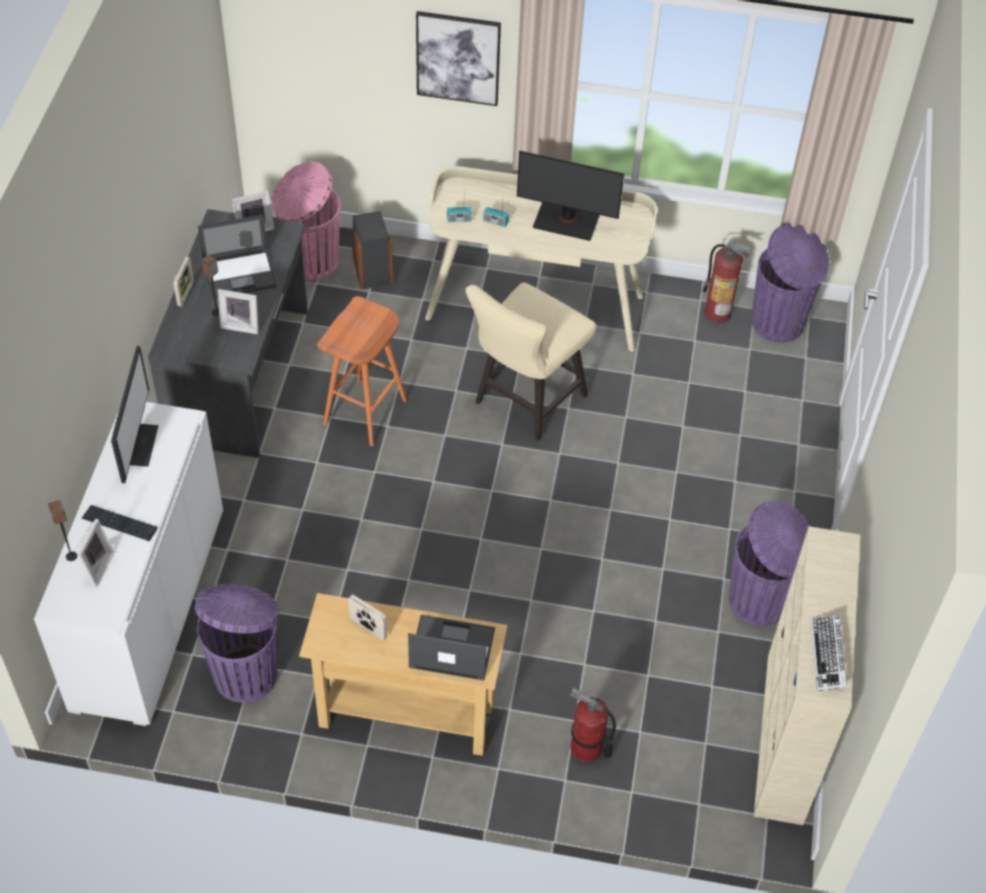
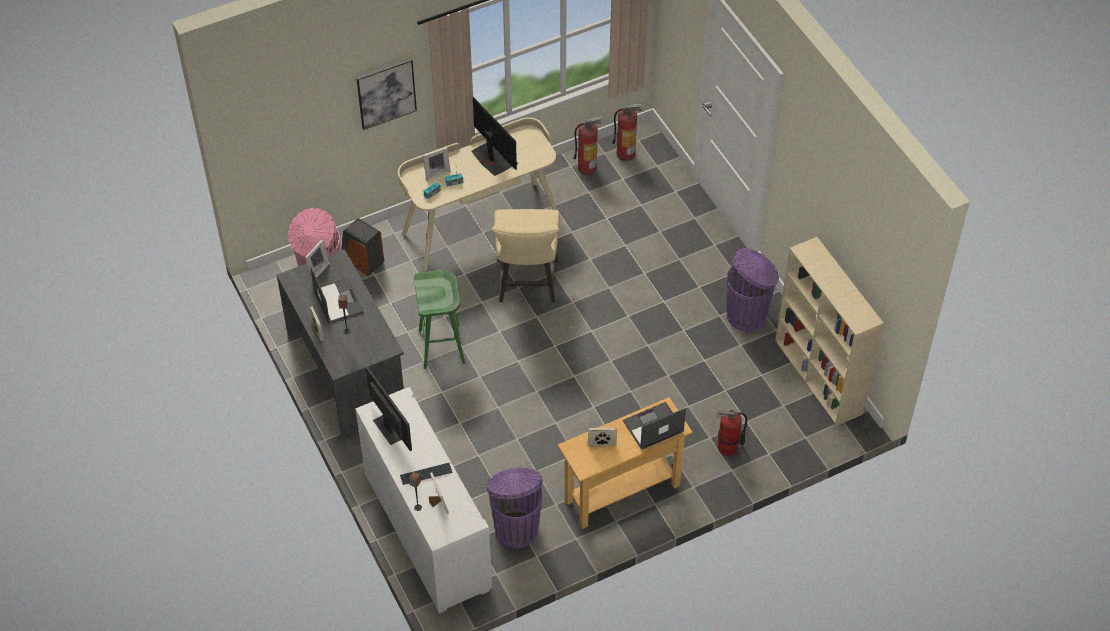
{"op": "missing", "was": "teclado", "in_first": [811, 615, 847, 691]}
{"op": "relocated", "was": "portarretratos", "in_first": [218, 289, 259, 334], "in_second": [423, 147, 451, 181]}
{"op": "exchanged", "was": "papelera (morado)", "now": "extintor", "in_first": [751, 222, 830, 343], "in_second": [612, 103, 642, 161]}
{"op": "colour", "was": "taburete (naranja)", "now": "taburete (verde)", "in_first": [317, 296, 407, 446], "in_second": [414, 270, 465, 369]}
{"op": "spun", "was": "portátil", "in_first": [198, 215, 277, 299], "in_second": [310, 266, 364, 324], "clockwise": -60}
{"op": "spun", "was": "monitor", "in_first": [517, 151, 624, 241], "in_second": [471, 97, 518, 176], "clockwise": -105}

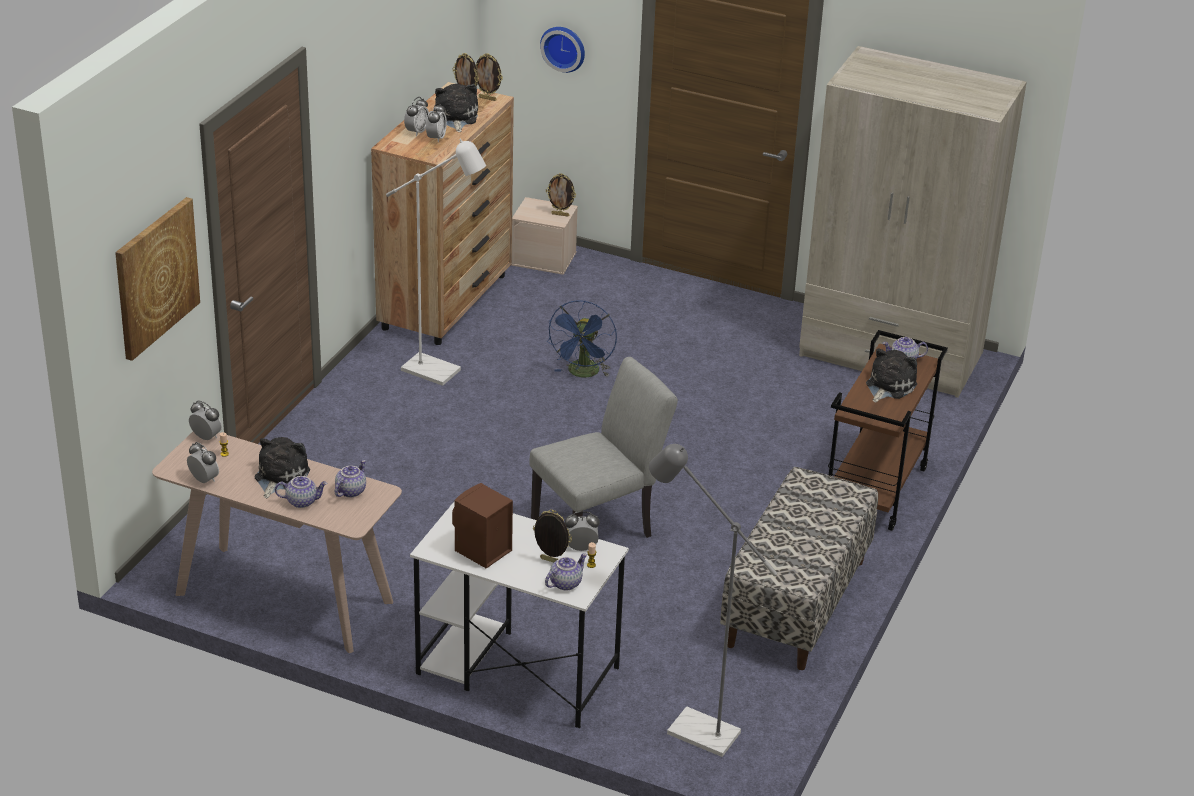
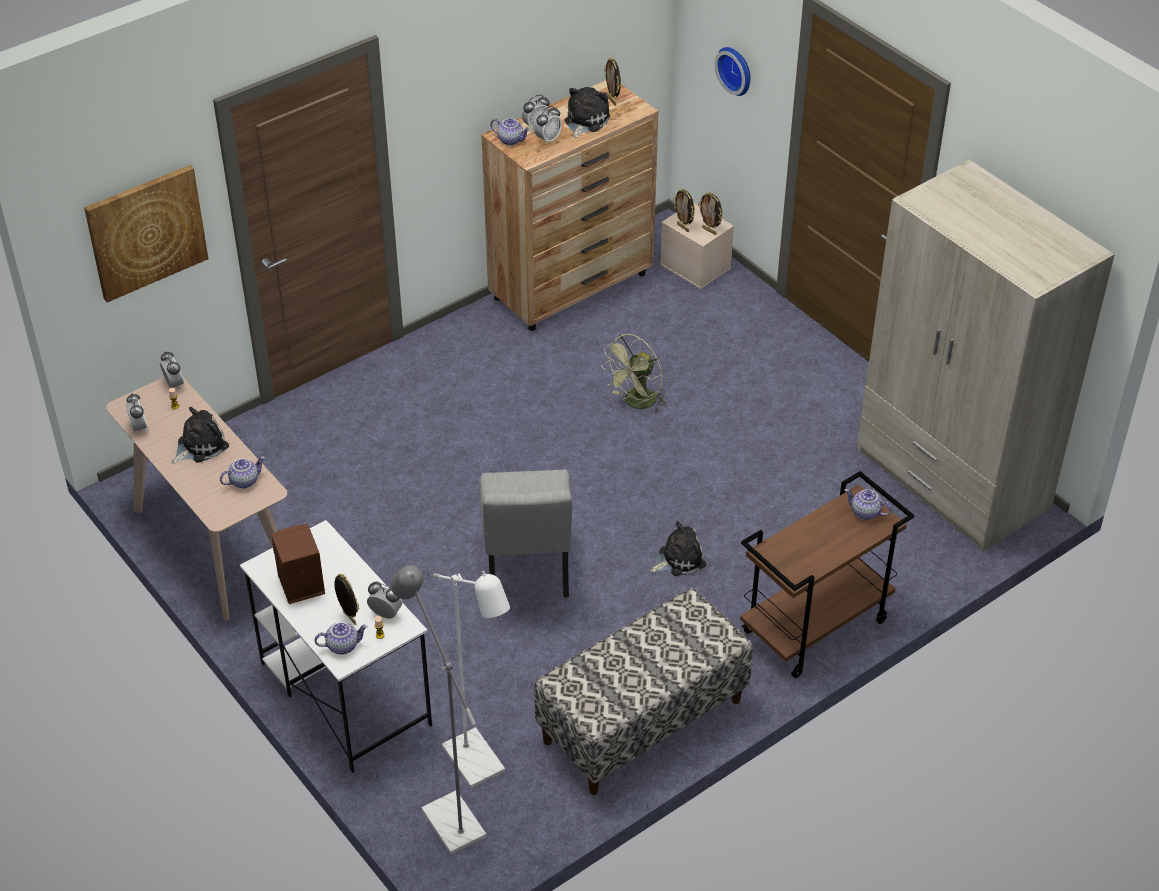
{"op": "relocated", "was": "tetera", "in_first": [275, 476, 328, 508], "in_second": [490, 118, 530, 145]}
{"op": "relocated", "was": "lámpara de pie (blanco)", "in_first": [386, 138, 486, 386], "in_second": [433, 571, 510, 788]}
{"op": "relocated", "was": "portarretratos", "in_first": [476, 53, 503, 101], "in_second": [673, 189, 695, 232]}
{"op": "relocated", "was": "peluche", "in_first": [866, 348, 917, 403], "in_second": [650, 521, 706, 576]}
{"op": "colour", "was": "ventilador (azul)", "now": "ventilador (verde)", "in_first": [547, 300, 617, 378], "in_second": [601, 334, 666, 413]}
{"op": "spun", "was": "silla (gris)", "in_first": [530, 357, 678, 538], "in_second": [479, 470, 572, 598], "clockwise": 90}

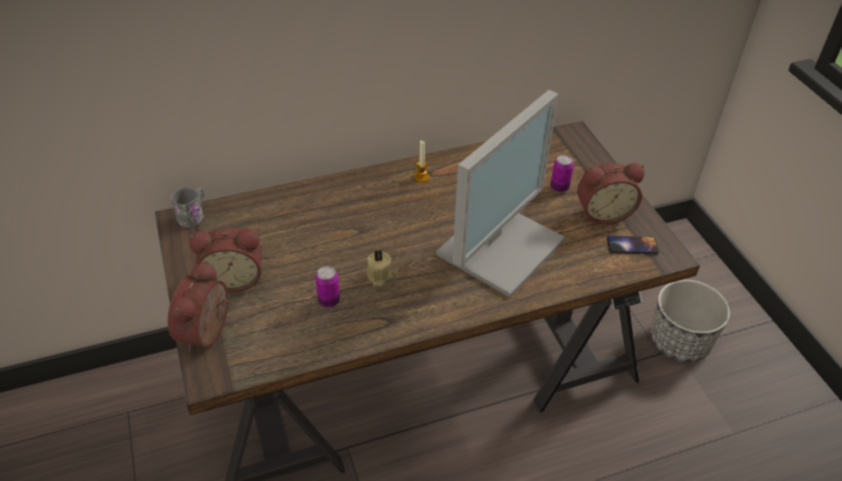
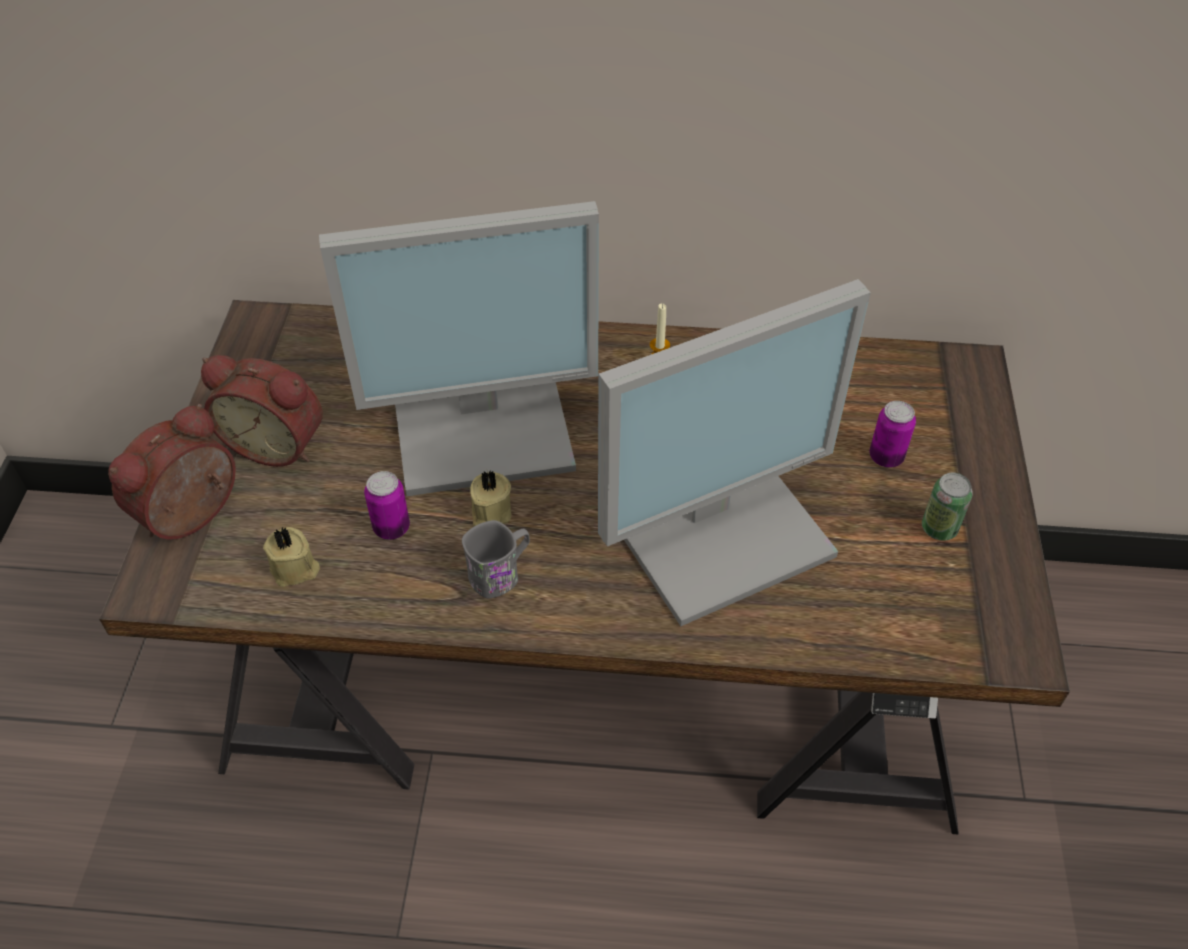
{"op": "missing", "was": "móvil", "in_first": [607, 236, 659, 254]}
{"op": "missing", "was": "maceta", "in_first": [650, 280, 730, 362]}
{"op": "appeared", "now": "vela (beis)", "in_second": [263, 527, 320, 587]}
{"op": "appeared", "now": "monitor", "in_second": [319, 201, 599, 496]}
{"op": "relocated", "was": "taza grande (gris)", "in_first": [170, 186, 204, 228], "in_second": [462, 520, 530, 598]}
{"op": "exchanged", "was": "despertador", "now": "lata", "in_first": [577, 163, 645, 224], "in_second": [922, 473, 973, 541]}

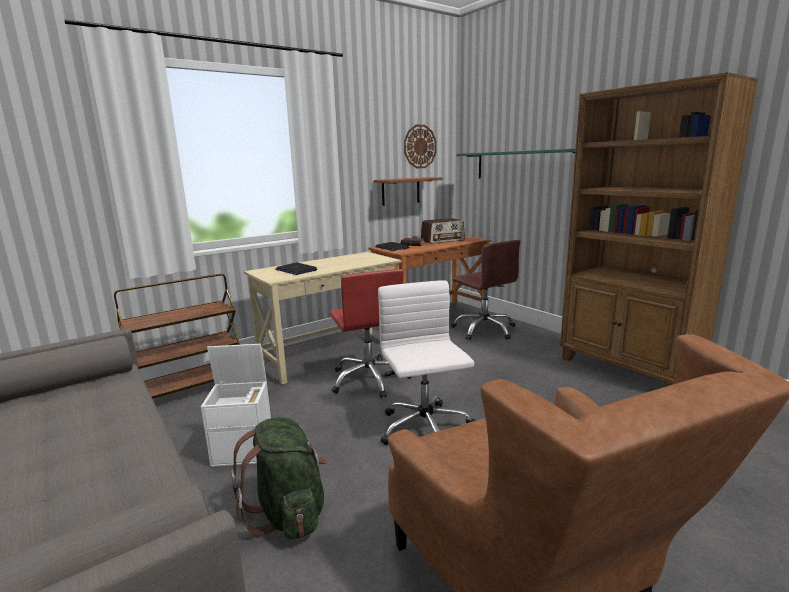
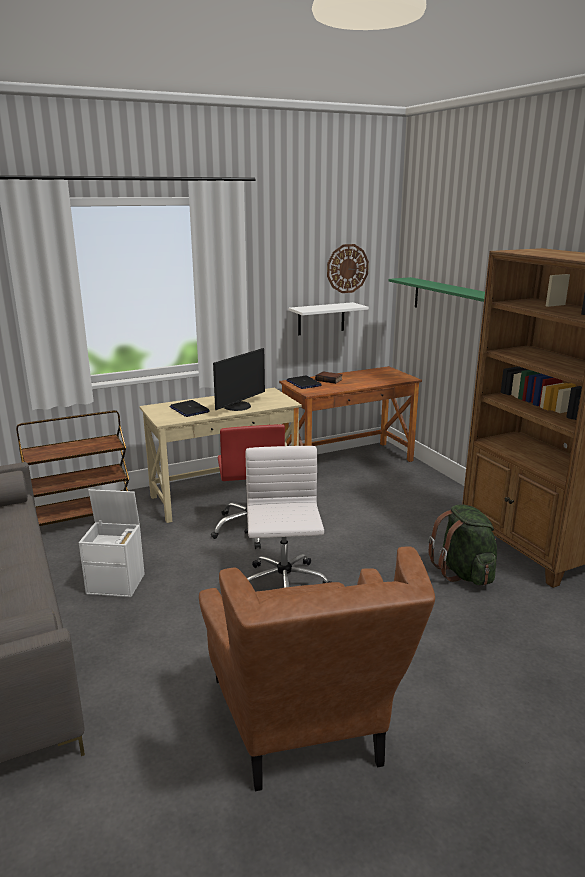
{"op": "missing", "was": "radio", "in_first": [421, 218, 465, 244]}
{"op": "missing", "was": "silla de oficina (marrón)", "in_first": [451, 240, 521, 340]}
{"op": "appeared", "now": "monitor", "in_second": [213, 348, 265, 411]}
{"op": "relocated", "was": "mochila (verde)", "in_first": [231, 417, 327, 540], "in_second": [429, 505, 497, 585]}
{"op": "colour", "was": "estante (marrón)", "now": "estante (blanco)", "in_first": [374, 177, 443, 206], "in_second": [289, 302, 369, 335]}

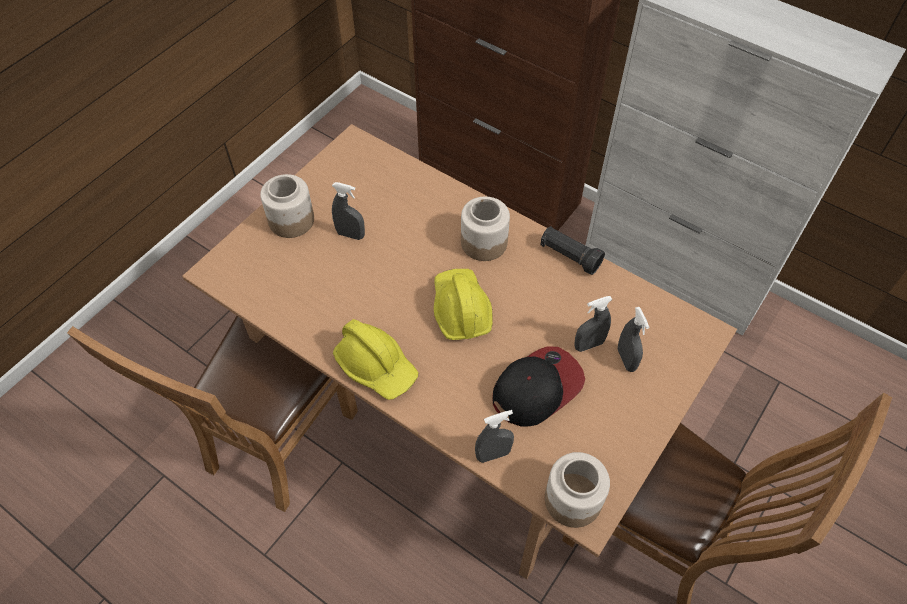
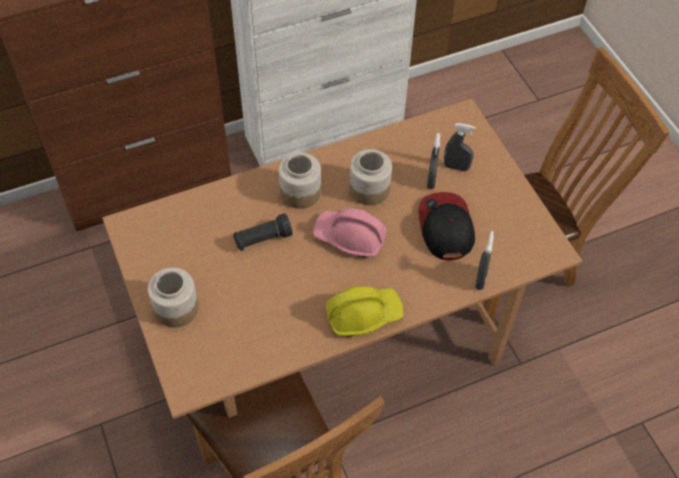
{"op": "missing", "was": "pulverizador (gris)", "in_first": [332, 182, 365, 240]}
{"op": "relocated", "was": "linterna (negro)", "in_first": [541, 226, 605, 275], "in_second": [233, 213, 293, 251]}
{"op": "relocated", "was": "tarro", "in_first": [545, 452, 610, 528], "in_second": [349, 149, 392, 205]}
{"op": "colour", "was": "casco (amarillo)", "now": "casco (rosa)", "in_first": [434, 269, 493, 340], "in_second": [313, 208, 387, 258]}

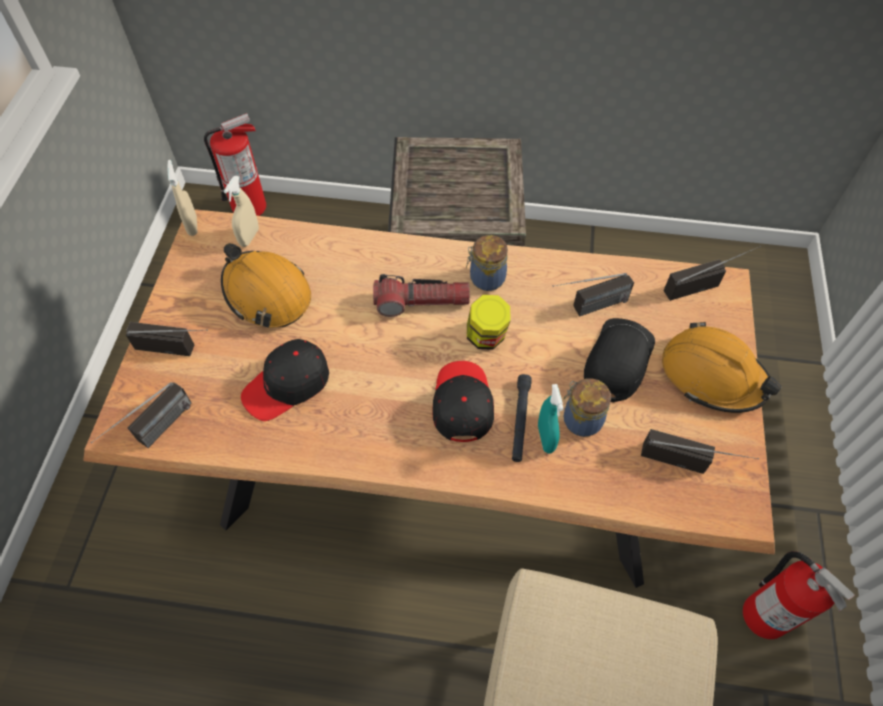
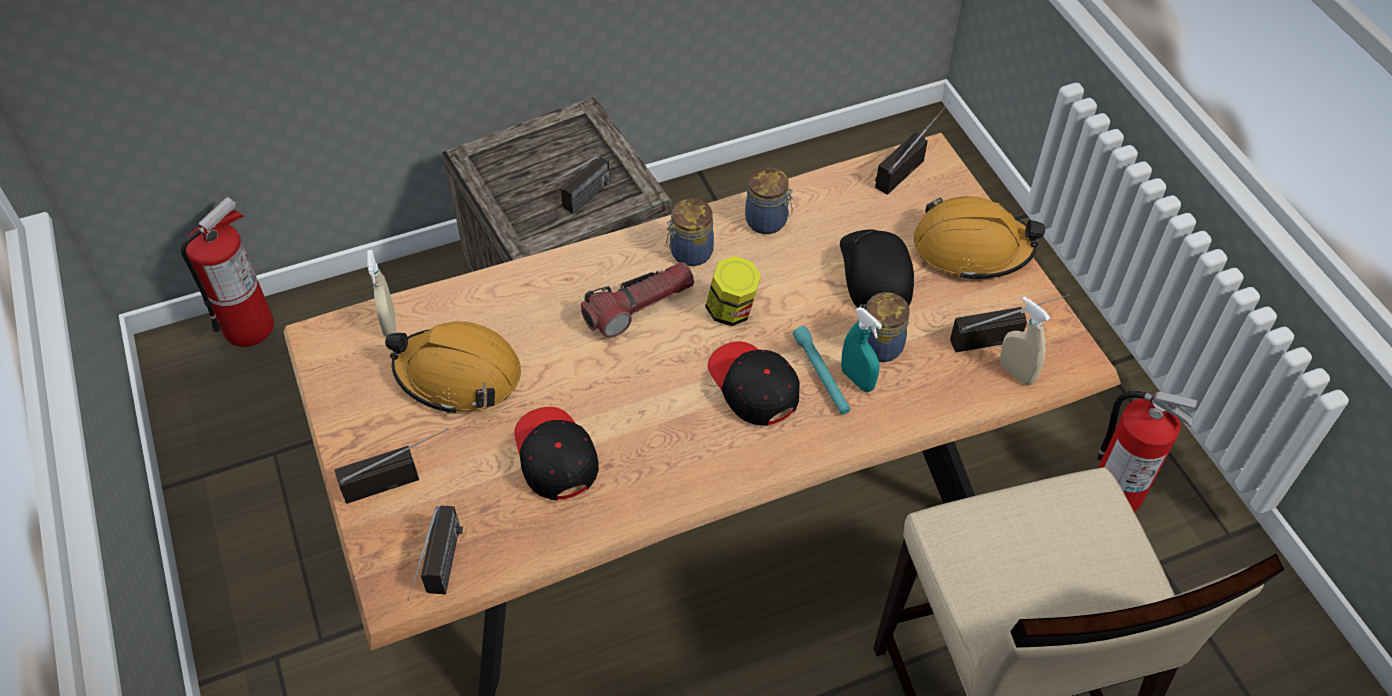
{"op": "appeared", "now": "tarro", "in_second": [745, 167, 793, 234]}
{"op": "relocated", "was": "pulverizador (beis)", "in_first": [167, 160, 198, 236], "in_second": [1000, 296, 1050, 385]}
{"op": "relocated", "was": "radio", "in_first": [553, 273, 634, 316], "in_second": [537, 156, 610, 214]}
{"op": "colour", "was": "linterna (negro)", "now": "linterna (turquesa)", "in_first": [512, 374, 532, 462], "in_second": [793, 326, 850, 415]}
{"op": "spun", "was": "gorra (negro)", "in_first": [241, 339, 329, 421], "in_second": [514, 407, 599, 500], "clockwise": 135}

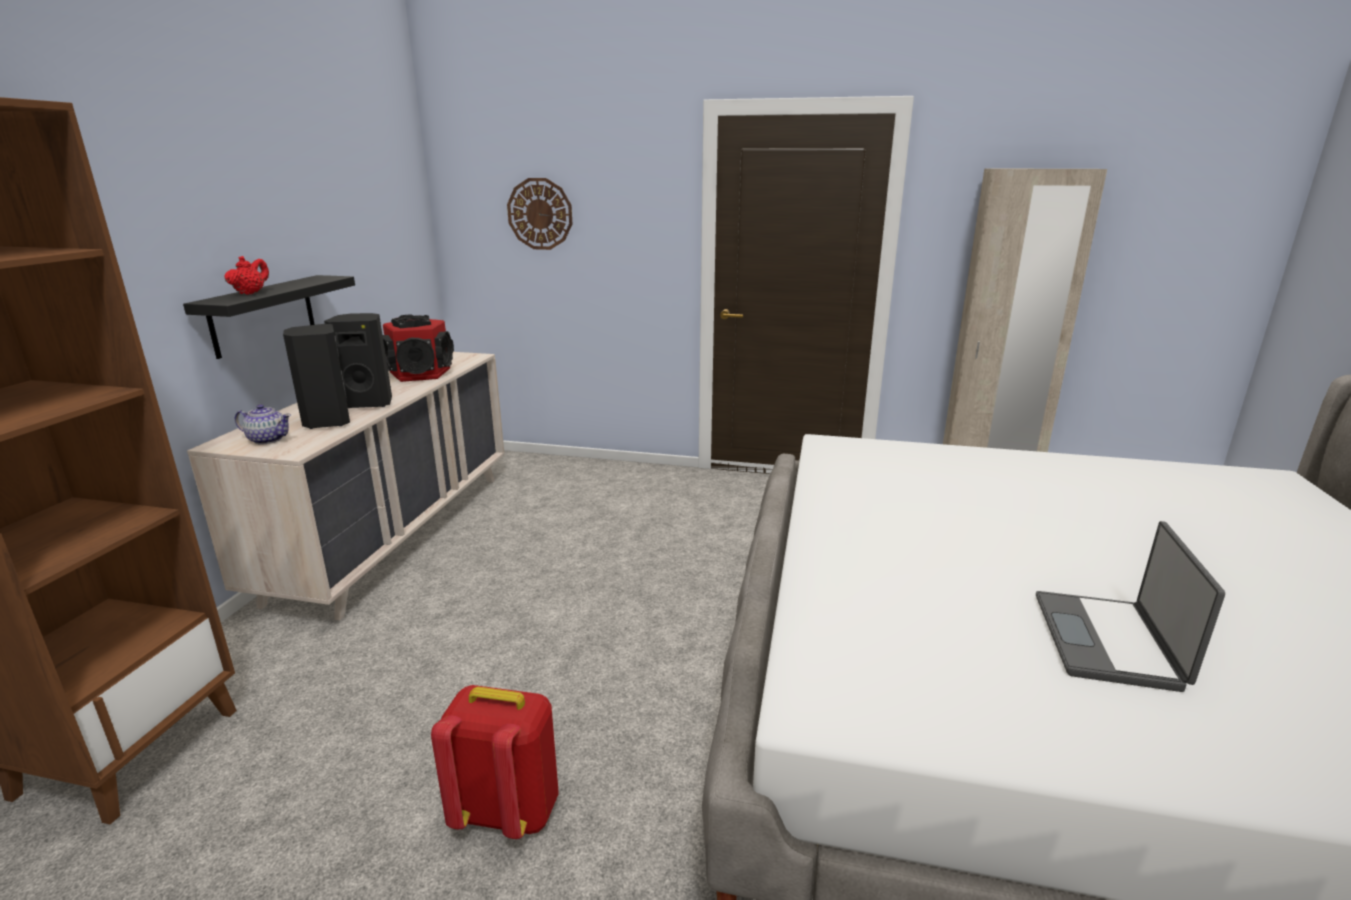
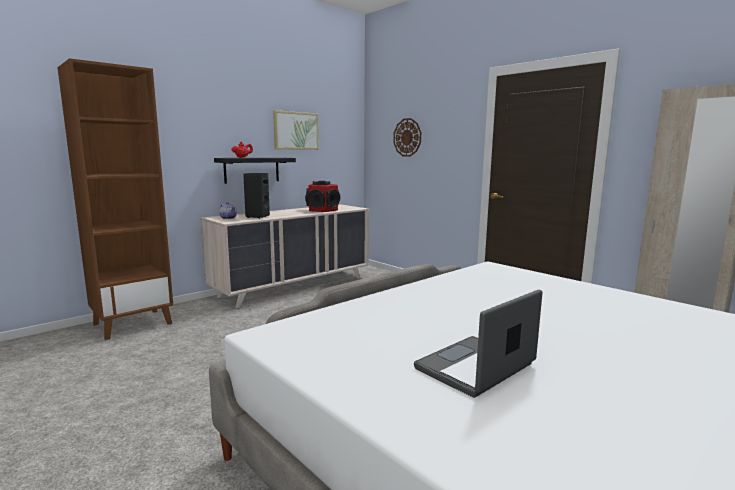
{"op": "missing", "was": "altavoz (negro)", "in_first": [324, 313, 392, 408]}
{"op": "missing", "was": "mochila (rojo)", "in_first": [431, 685, 559, 839]}
{"op": "appeared", "now": "cuadro", "in_second": [273, 110, 319, 150]}

